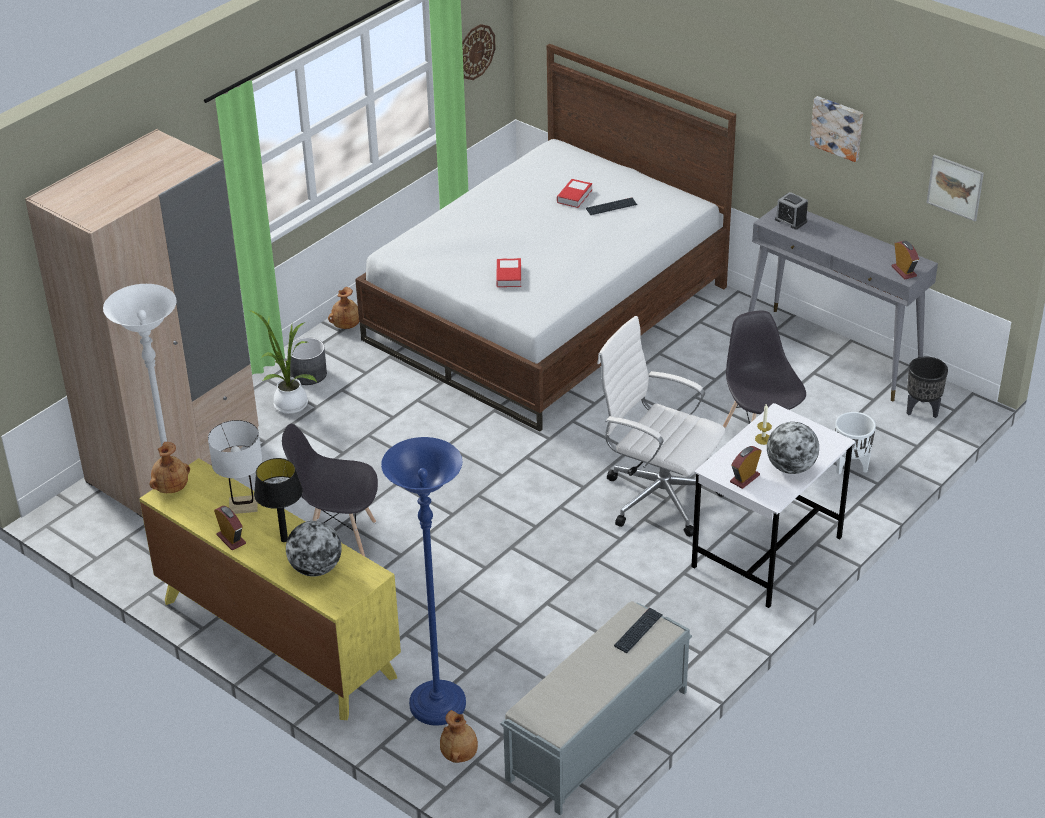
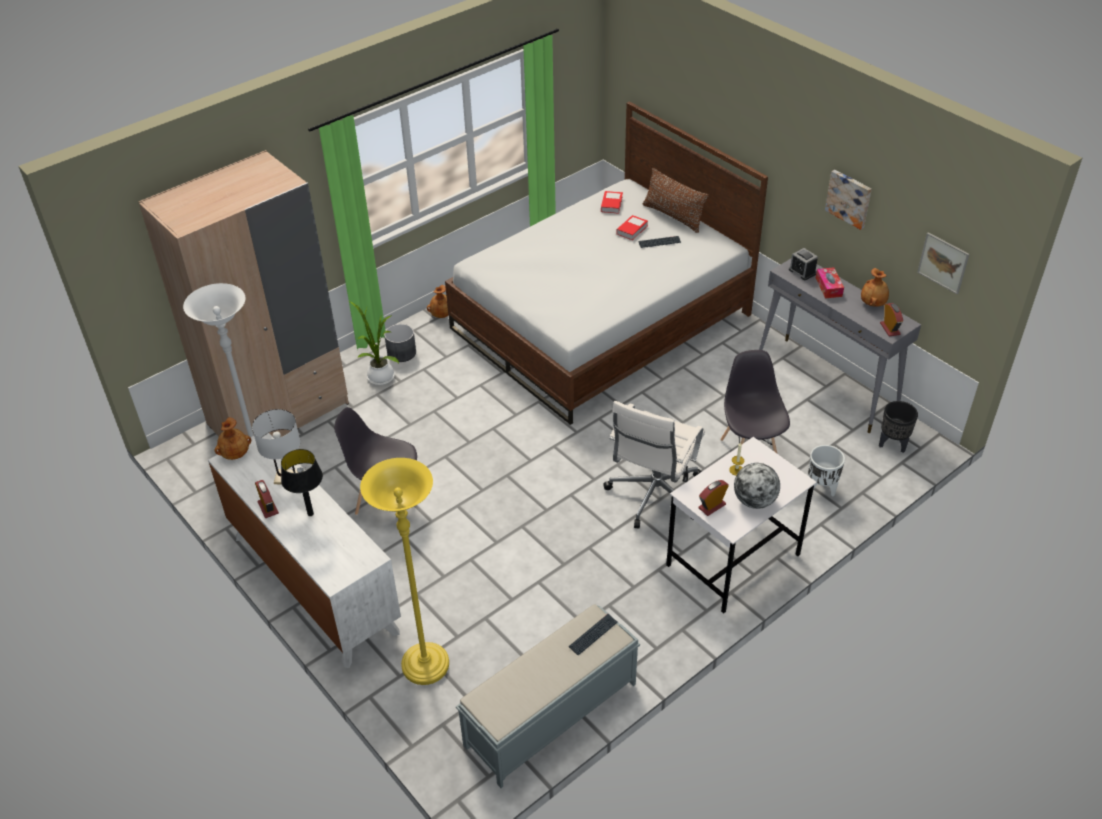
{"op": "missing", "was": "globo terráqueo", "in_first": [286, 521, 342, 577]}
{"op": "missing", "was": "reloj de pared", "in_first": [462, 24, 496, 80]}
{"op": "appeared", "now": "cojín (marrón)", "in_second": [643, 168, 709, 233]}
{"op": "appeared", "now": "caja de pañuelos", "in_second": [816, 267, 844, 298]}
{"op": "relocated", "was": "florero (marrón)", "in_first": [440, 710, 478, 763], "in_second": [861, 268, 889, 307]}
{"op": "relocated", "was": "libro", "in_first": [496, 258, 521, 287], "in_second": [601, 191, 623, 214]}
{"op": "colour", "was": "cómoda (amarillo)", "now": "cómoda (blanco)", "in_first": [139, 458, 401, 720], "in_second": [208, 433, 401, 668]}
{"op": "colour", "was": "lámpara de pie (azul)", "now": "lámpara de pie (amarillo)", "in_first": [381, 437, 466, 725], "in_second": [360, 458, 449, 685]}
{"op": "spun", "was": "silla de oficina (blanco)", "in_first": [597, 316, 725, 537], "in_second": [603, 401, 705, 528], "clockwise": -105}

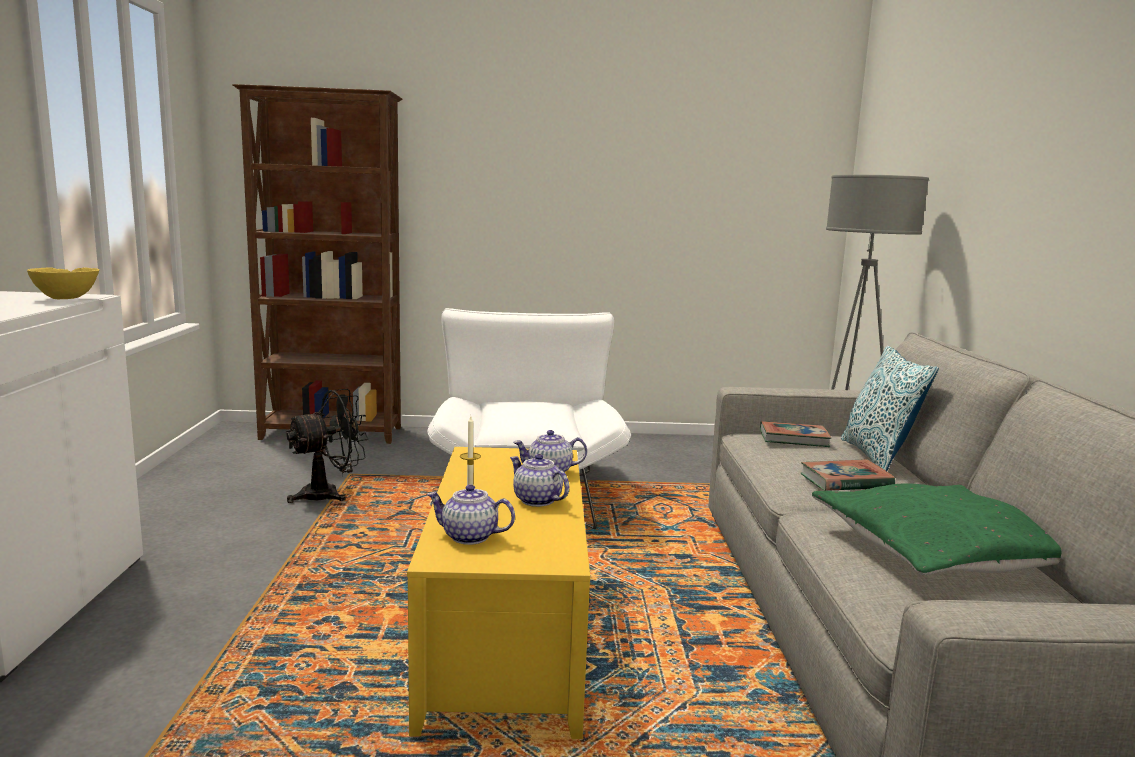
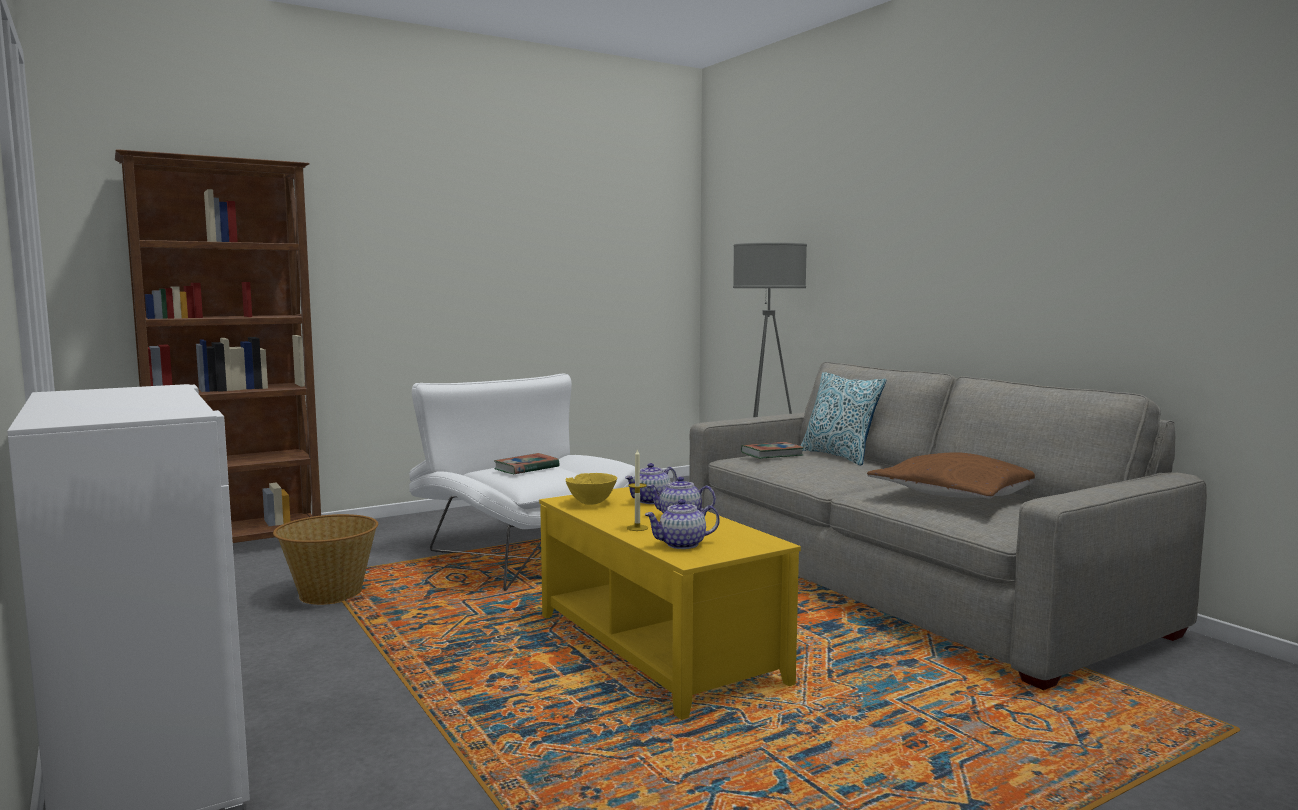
{"op": "relocated", "was": "cuenco (amarillo)", "in_first": [27, 267, 99, 299], "in_second": [566, 473, 617, 505]}
{"op": "relocated", "was": "libro", "in_first": [801, 459, 895, 491], "in_second": [494, 453, 560, 474]}
{"op": "exchanged", "was": "ventilador (negro)", "now": "cesta", "in_first": [286, 389, 368, 503], "in_second": [273, 514, 378, 605]}
{"op": "colour", "was": "cojín (verde)", "now": "cojín (marrón)", "in_first": [812, 483, 1061, 575], "in_second": [867, 452, 1035, 498]}

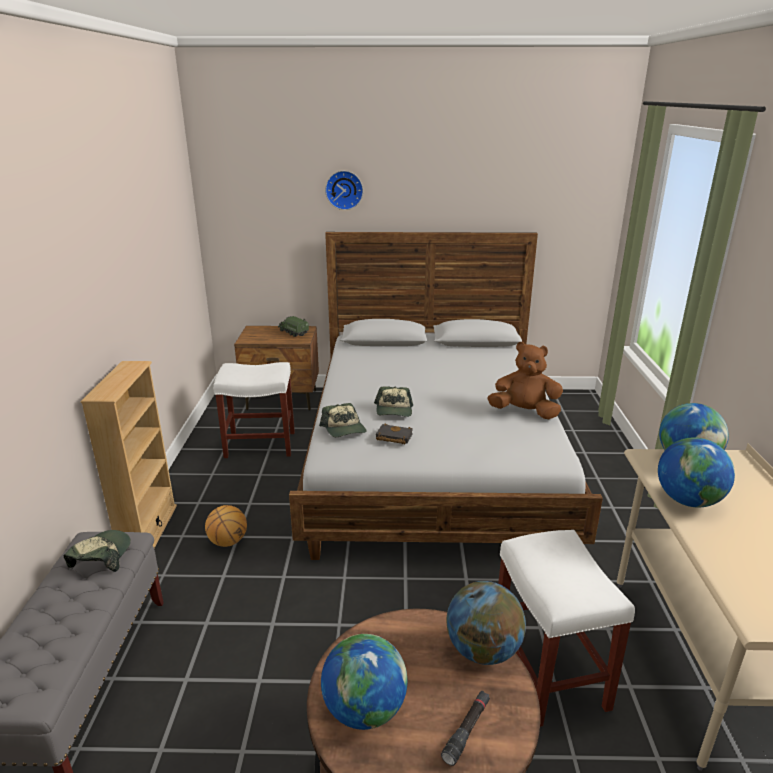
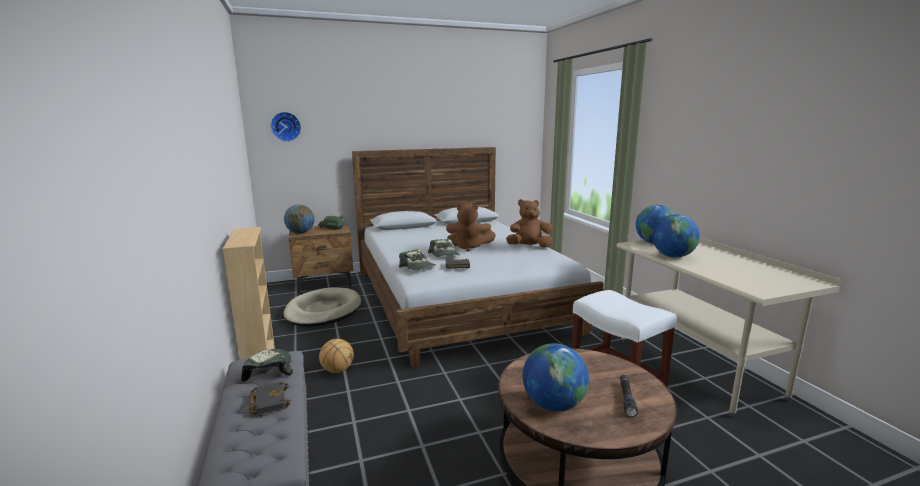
{"op": "appeared", "now": "libro (negro)", "in_second": [249, 382, 290, 415]}
{"op": "appeared", "now": "peluche (marrón)", "in_second": [446, 203, 496, 252]}
{"op": "relocated", "was": "reloj de pared", "in_first": [325, 171, 363, 210], "in_second": [270, 112, 301, 142]}
{"op": "relocated", "was": "globo terráqueo", "in_first": [446, 581, 526, 665], "in_second": [284, 205, 315, 234]}
{"op": "exchanged", "was": "taburete (blanco)", "now": "cama para perro (beis)", "in_first": [213, 362, 295, 458], "in_second": [283, 287, 361, 327]}

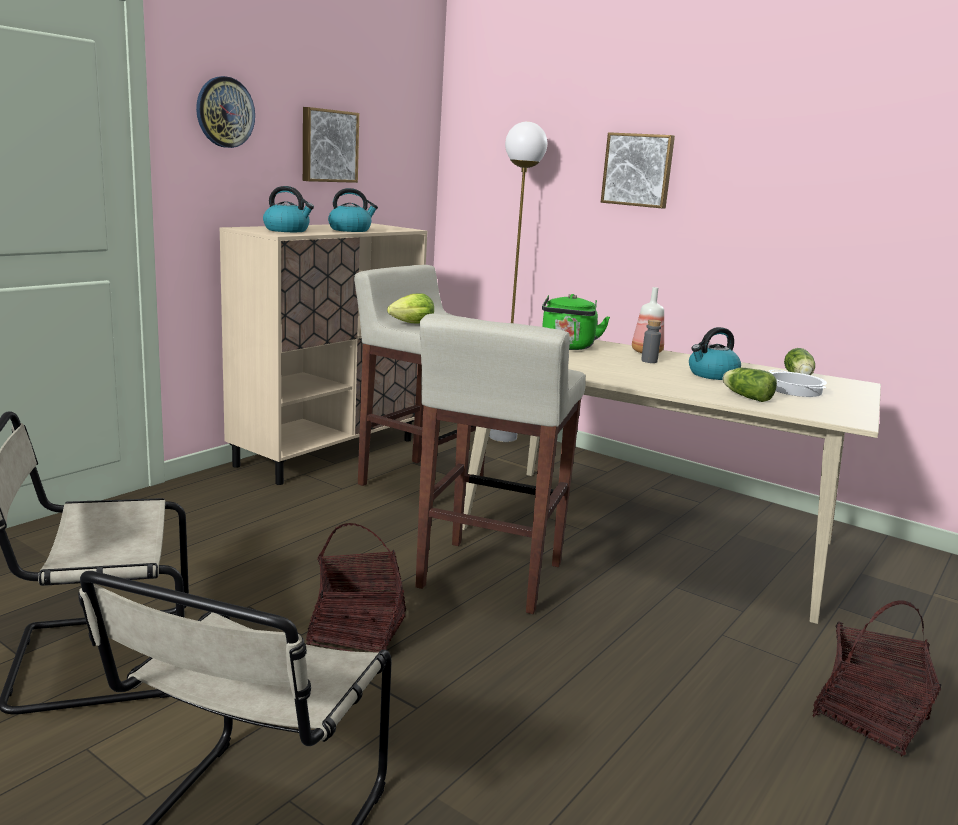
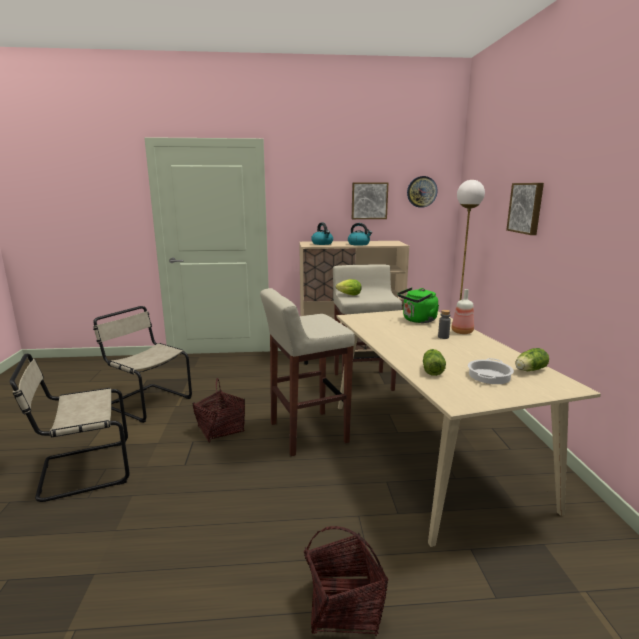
{"op": "missing", "was": "hervidor", "in_first": [689, 327, 741, 380]}
{"op": "relocated", "was": "reloj de pared", "in_first": [196, 76, 255, 148], "in_second": [407, 176, 437, 208]}

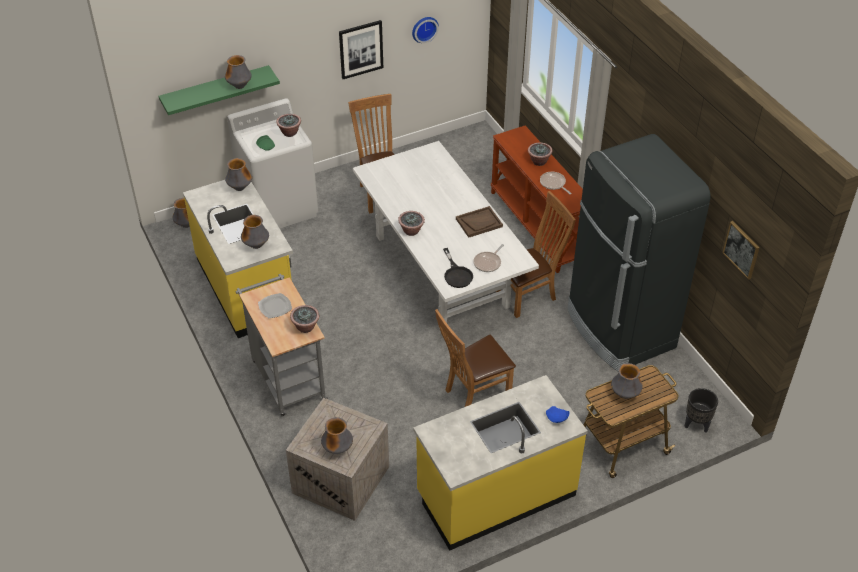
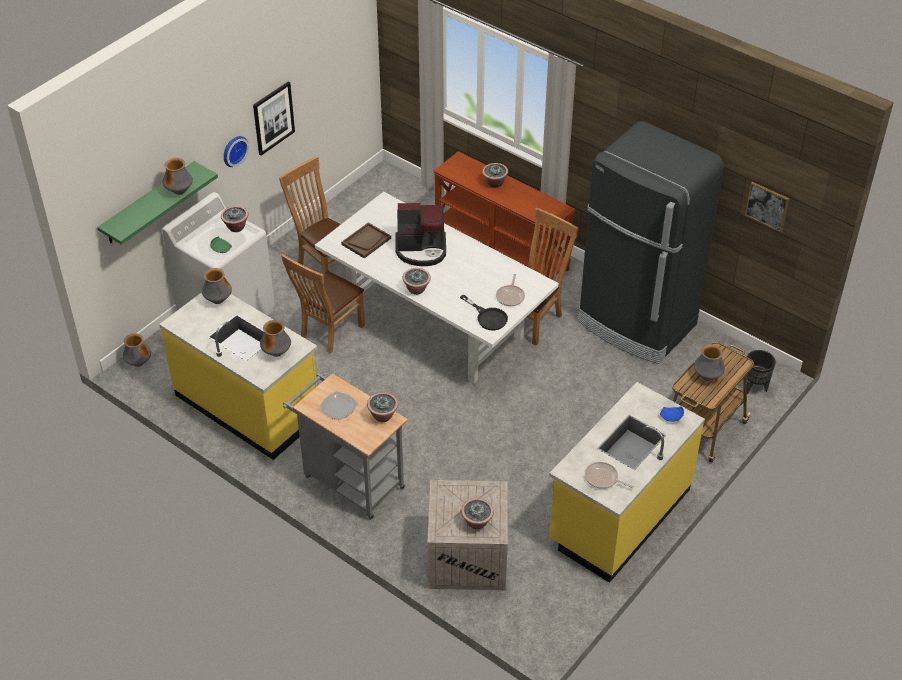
{"op": "appeared", "now": "cafetera", "in_second": [395, 203, 446, 266]}
{"op": "relocated", "was": "reloj de pared", "in_first": [412, 17, 439, 43], "in_second": [224, 136, 249, 167]}
{"op": "relocated", "was": "silla (marrón)", "in_first": [435, 309, 516, 407], "in_second": [281, 254, 365, 354]}
{"op": "relocated", "was": "bandeja (marrón)", "in_first": [456, 206, 503, 238], "in_second": [341, 222, 391, 258]}
{"op": "relocated", "was": "sartén", "in_first": [540, 172, 571, 194], "in_second": [585, 462, 634, 489]}
{"op": "exchanged", "was": "florero", "now": "planta en maceta", "in_first": [321, 417, 353, 454], "in_second": [461, 498, 494, 529]}

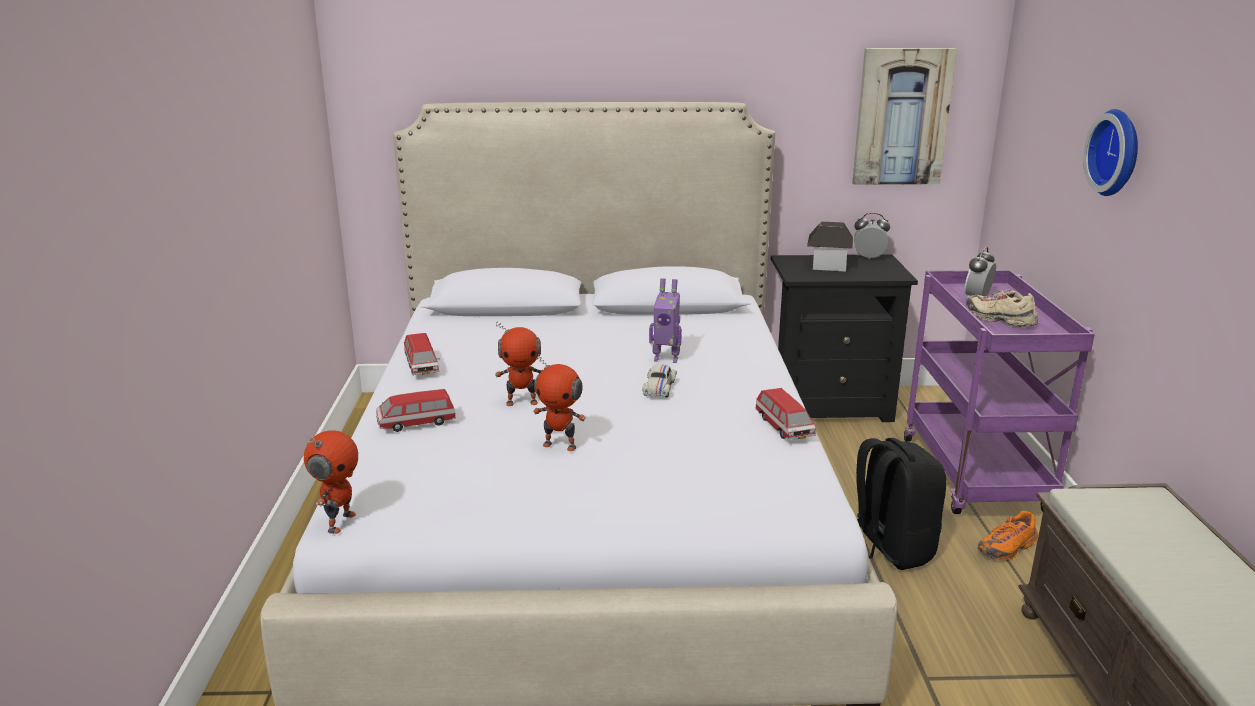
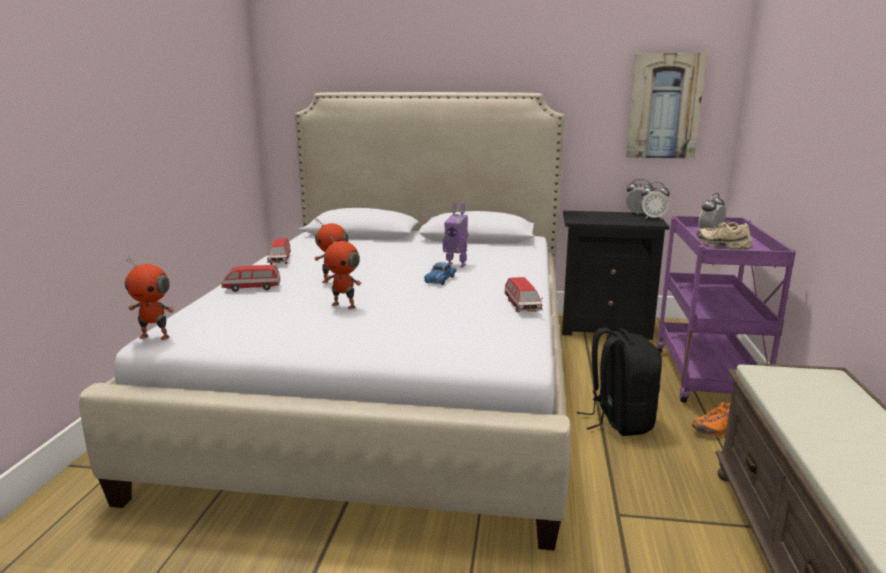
{"op": "missing", "was": "casita", "in_first": [807, 222, 853, 271]}
{"op": "missing", "was": "reloj de pared", "in_first": [1083, 109, 1138, 196]}
{"op": "appeared", "now": "despertador", "in_second": [640, 182, 670, 220]}
{"op": "colour", "was": "coche de juguete (blanco)", "now": "coche de juguete (azul)", "in_first": [642, 364, 677, 397], "in_second": [424, 262, 456, 285]}
{"op": "spun", "was": "robot de juguete", "in_first": [304, 430, 358, 534], "in_second": [125, 257, 175, 340], "clockwise": 75}

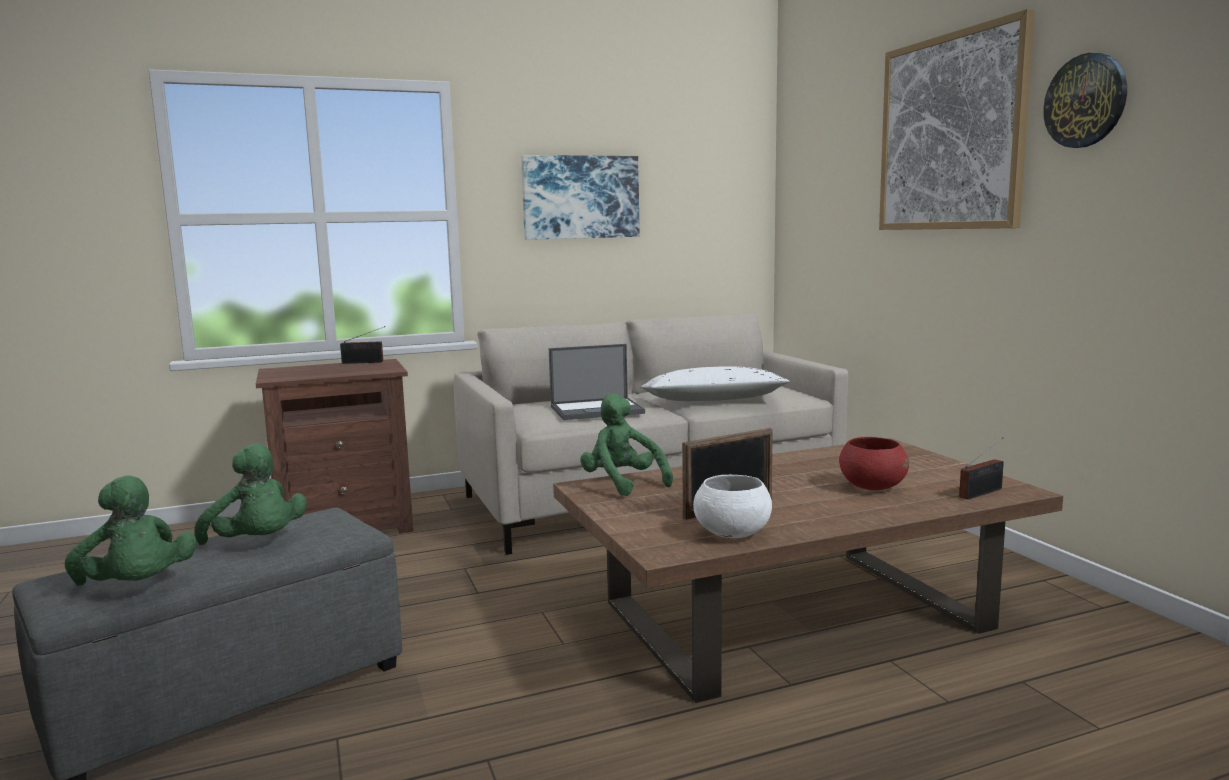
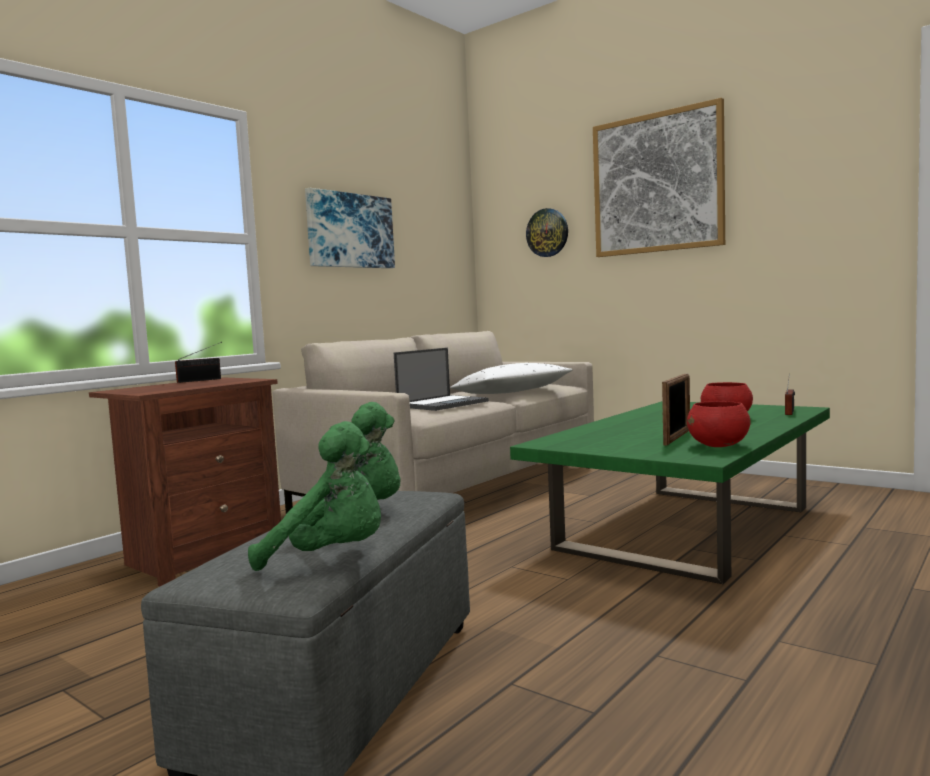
{"op": "missing", "was": "peluche (verde)", "in_first": [580, 393, 673, 496]}
{"op": "relocated", "was": "reloj de pared", "in_first": [1043, 53, 1127, 148], "in_second": [526, 208, 568, 257]}
{"op": "colour", "was": "mesa de centro (marrón)", "now": "mesa de centro (verde)", "in_first": [553, 438, 1063, 703], "in_second": [510, 401, 830, 584]}
{"op": "colour", "was": "cuenco (blanco)", "now": "cuenco (rojo)", "in_first": [693, 475, 772, 538], "in_second": [687, 401, 751, 447]}

